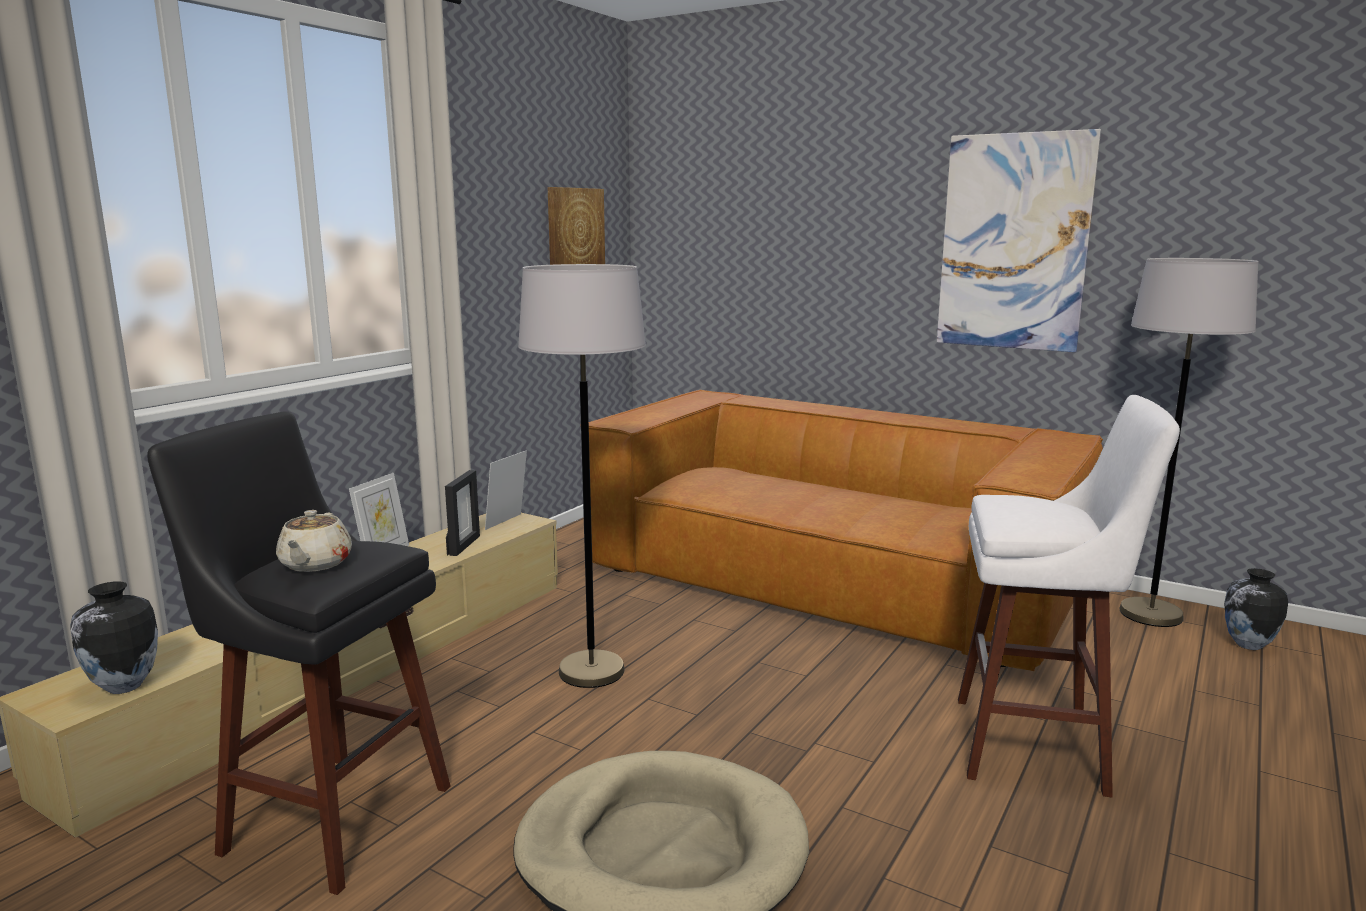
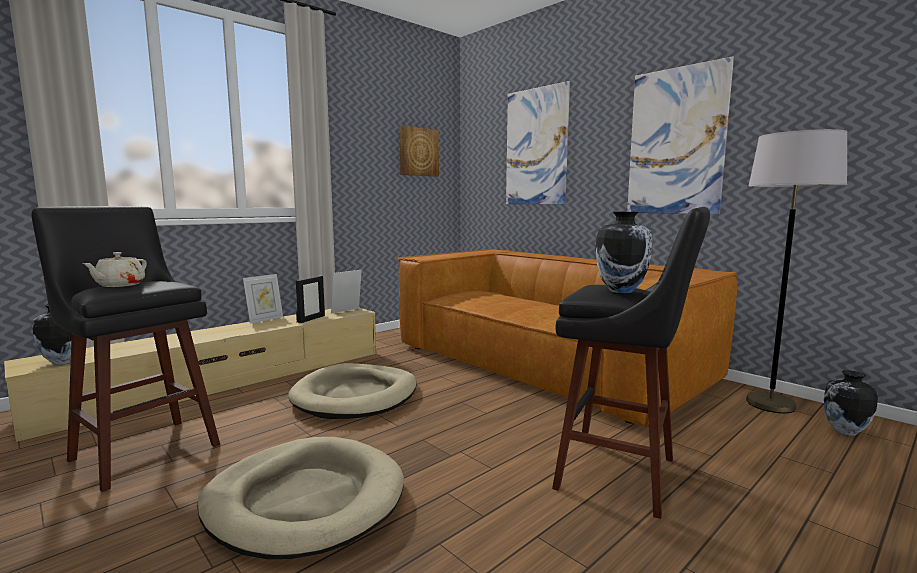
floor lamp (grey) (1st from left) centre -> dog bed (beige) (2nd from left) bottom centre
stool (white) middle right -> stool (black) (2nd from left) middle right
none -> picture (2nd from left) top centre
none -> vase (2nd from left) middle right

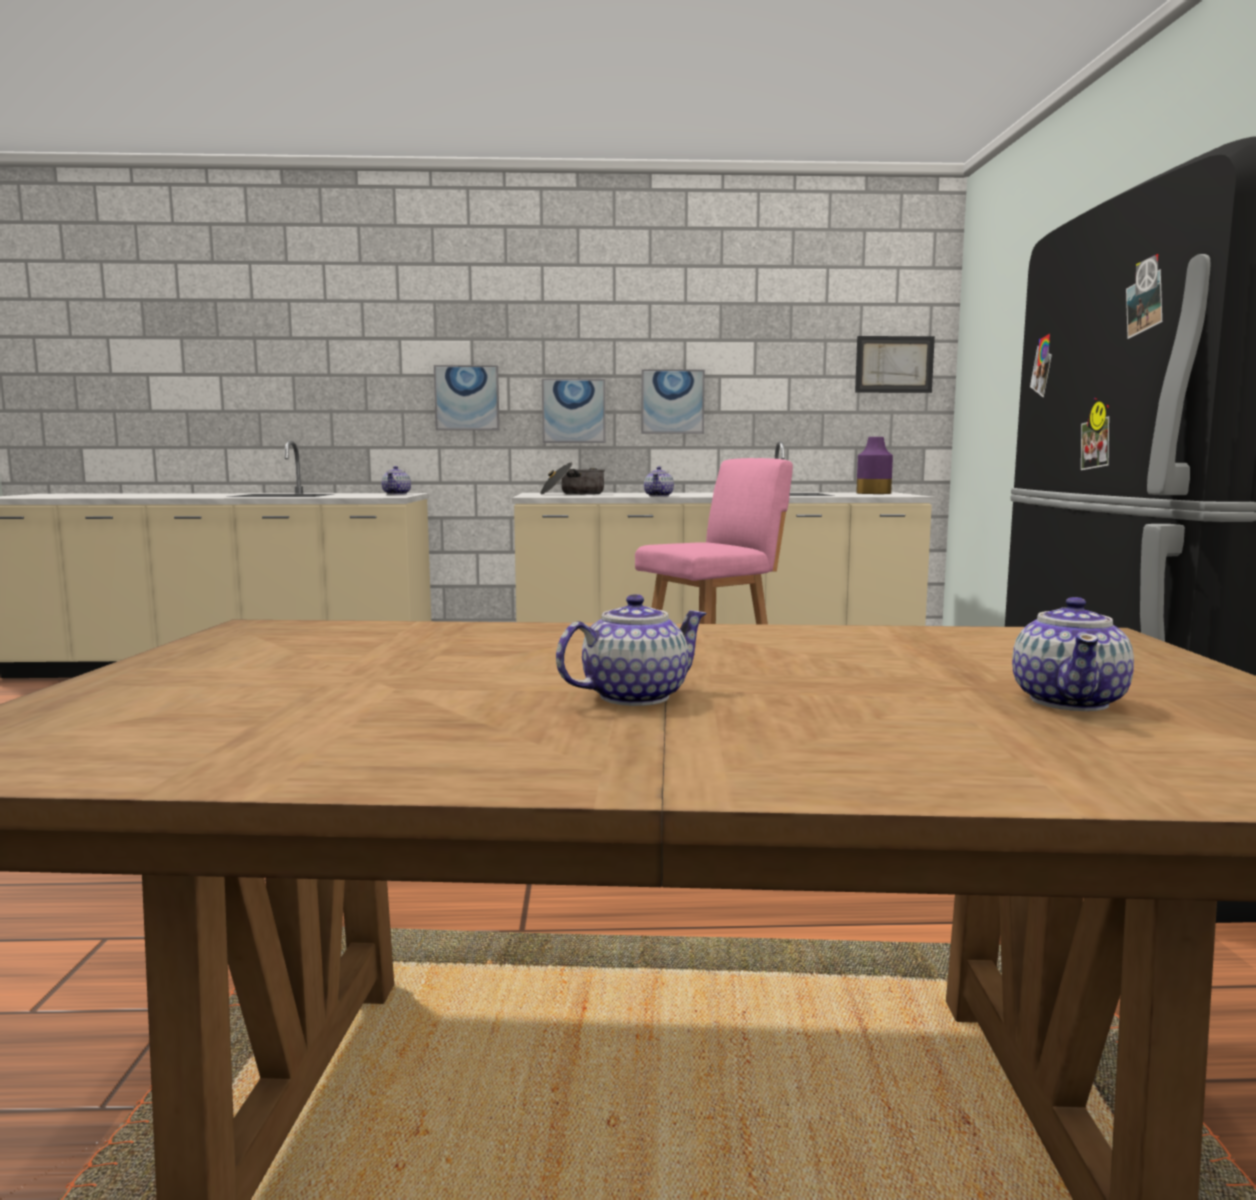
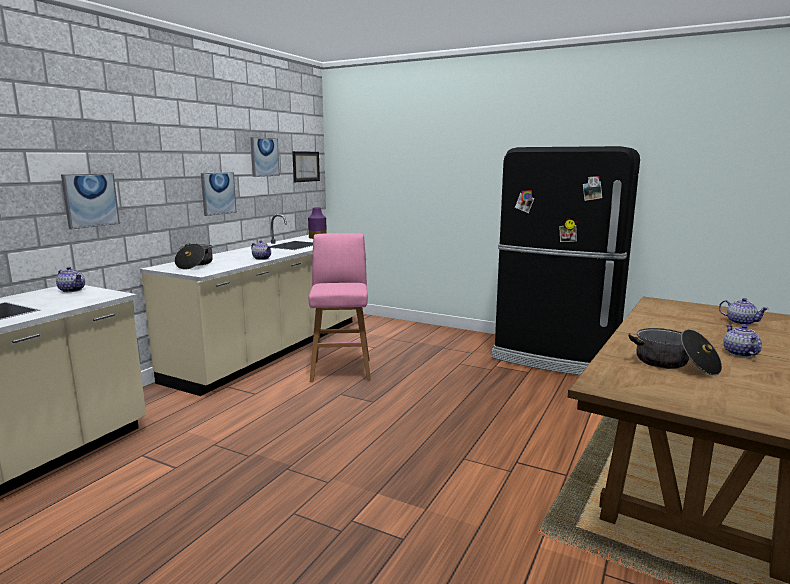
picture (2nd from left in the first image) centre -> picture (3rd from left) top centre, move
none -> cooking pot (2nd from left) middle right

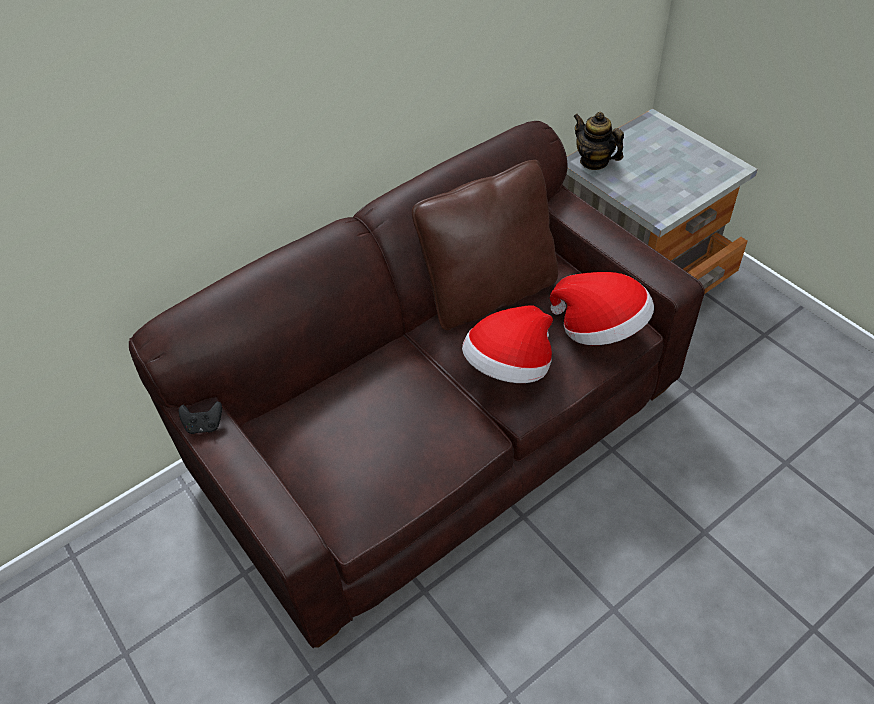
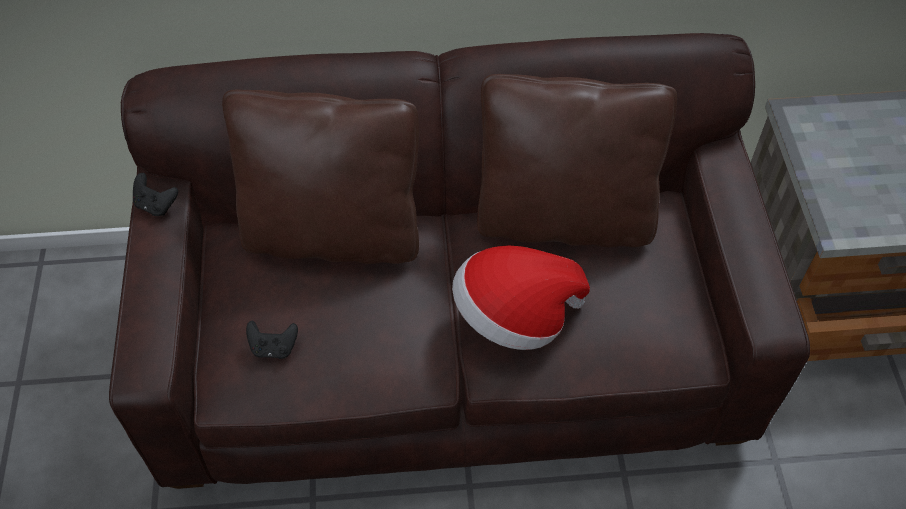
teapot top right -> none
hat (2nd from left) middle right -> none
none -> pillow (brown) (1st from left) centre
none -> game controller (black) (2nd from left) middle left

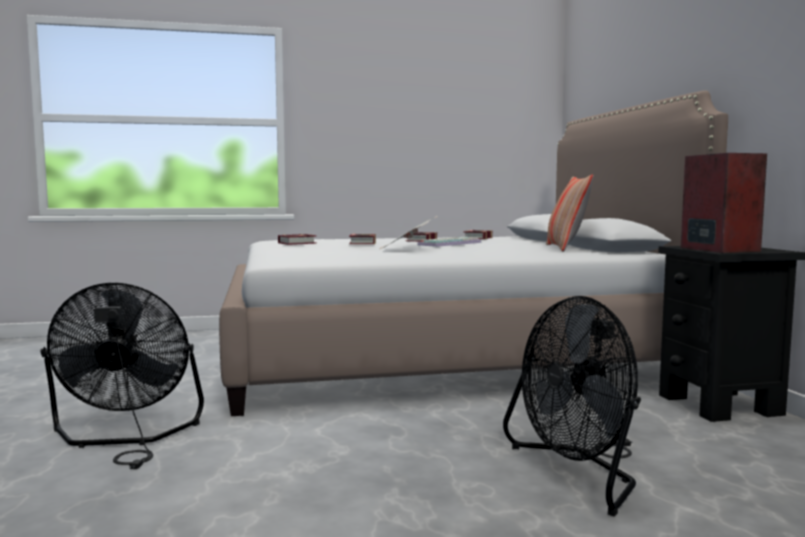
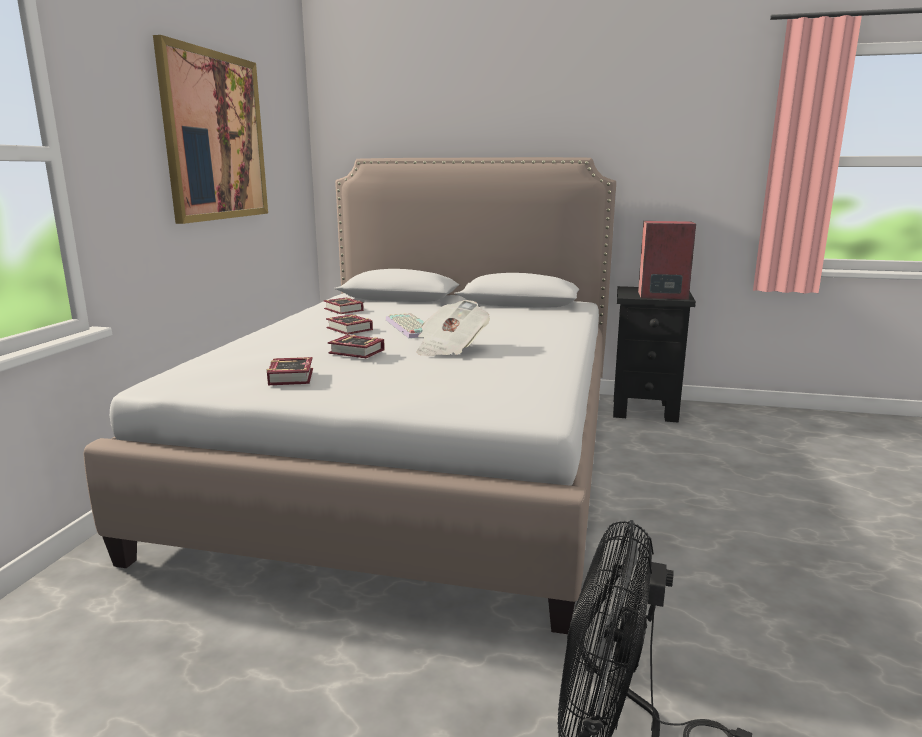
pillow middle right -> none
fan (black) (2nd from left) bottom right -> none
none -> picture top left

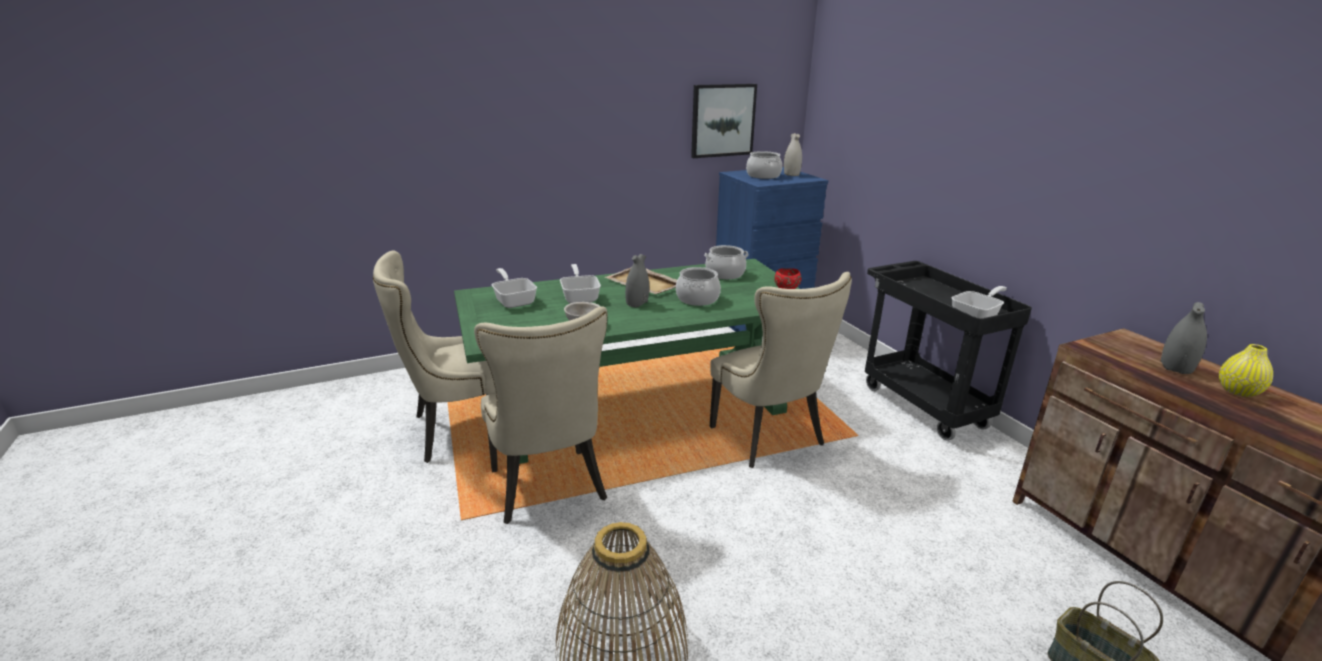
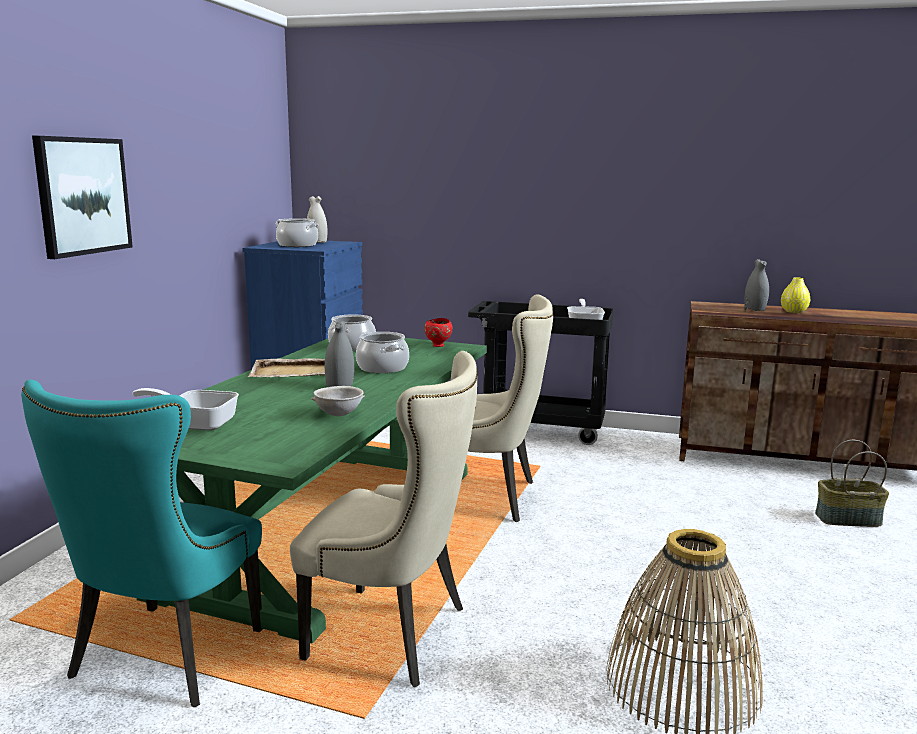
picture top centre -> picture top left, move
chair (beige) (1st from left) middle left -> chair (turquoise) bottom left
frying pan (2nd from left) centre -> none

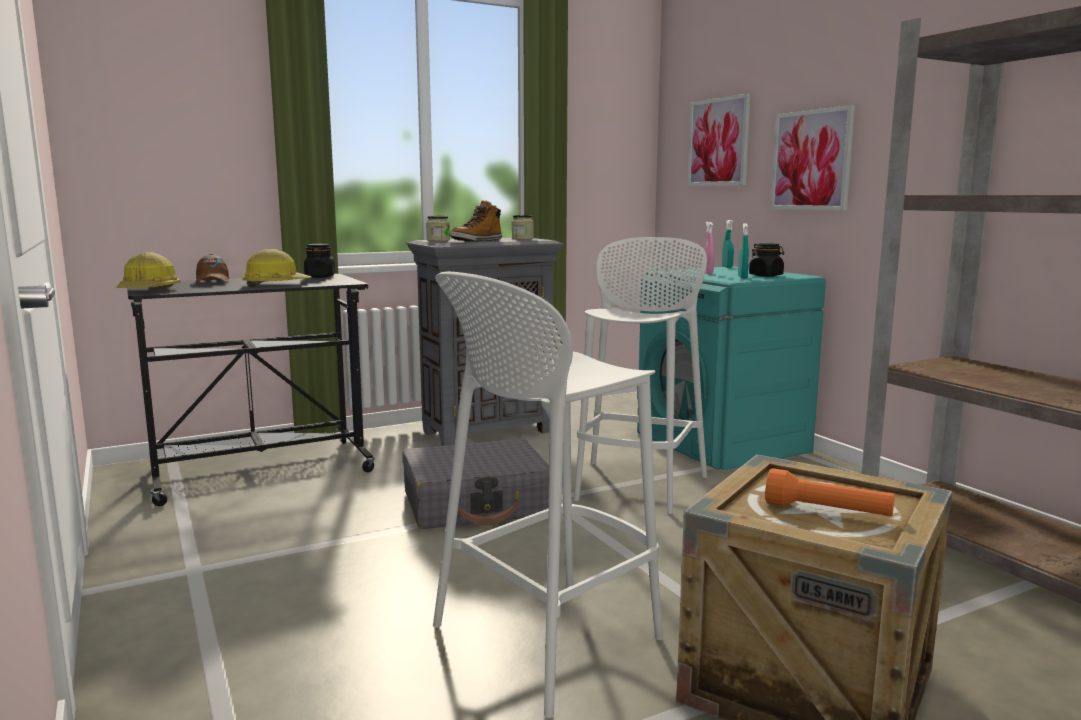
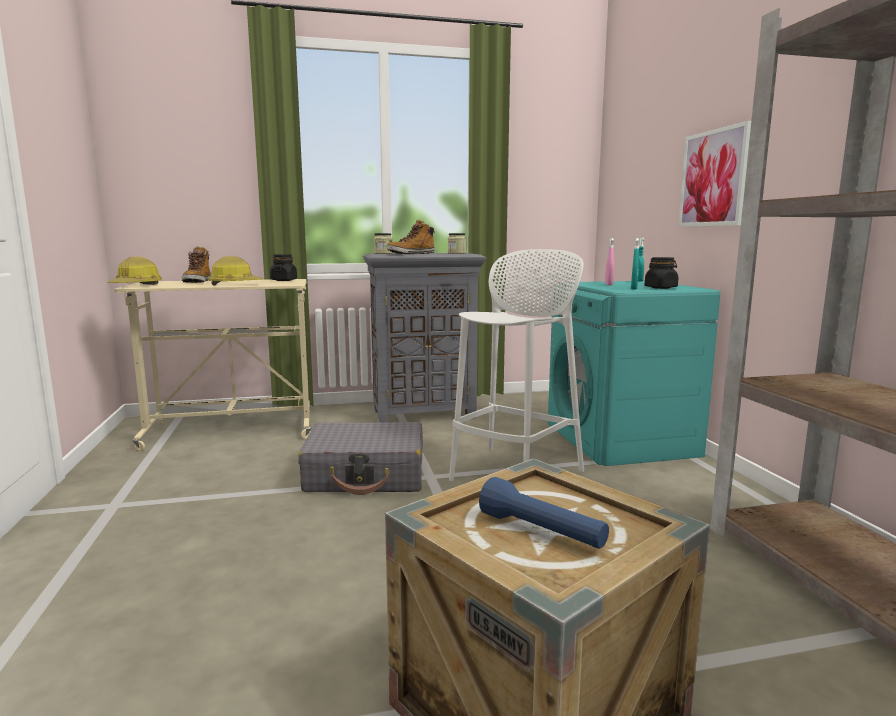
picture (1st from left) top centre -> none
cap (brown) middle left -> boot (1st from left) middle left
stool (white) (1st from left) bottom centre -> none
desk (black) middle left -> desk (beige) middle left
flashlight (orange) bottom right -> flashlight (blue) bottom centre

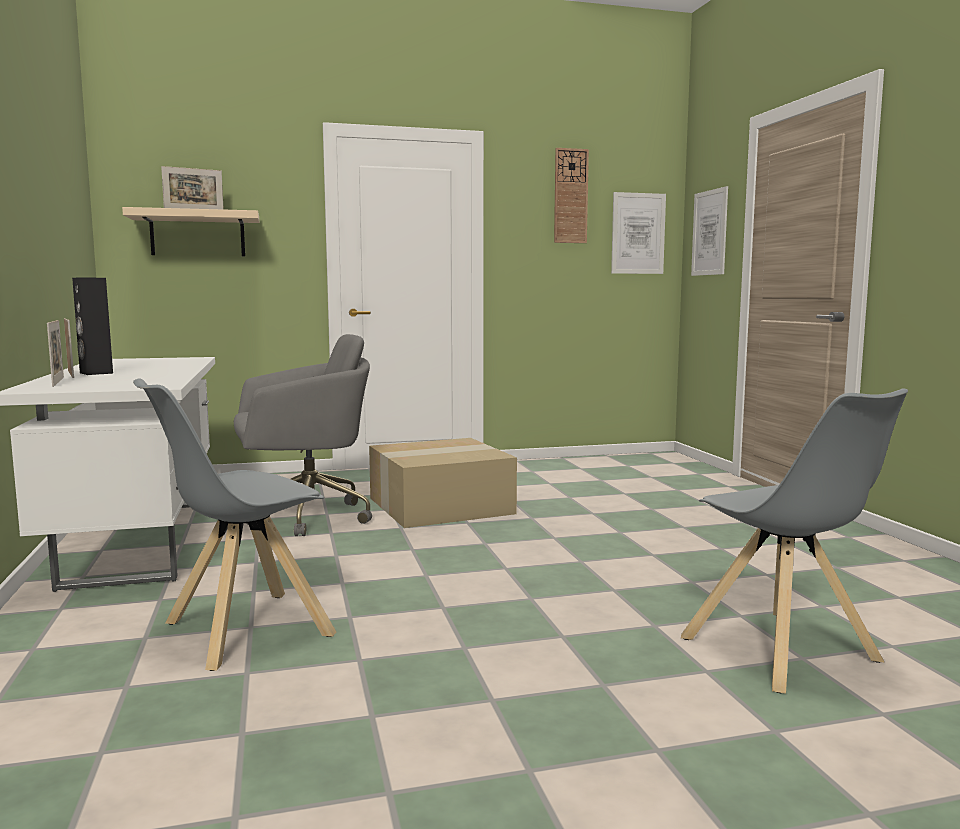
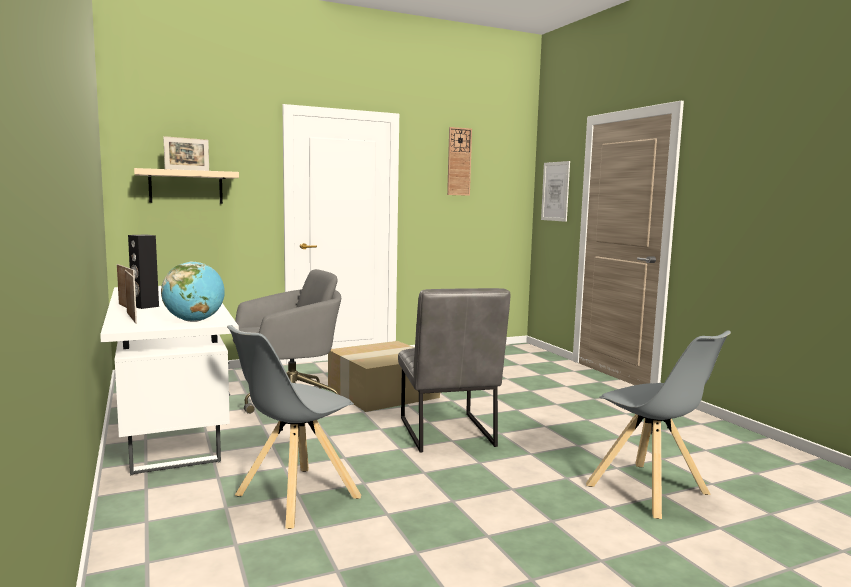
picture (1st from left) top centre -> none
none -> globe middle left
none -> chair (grey) (2nd from left) centre

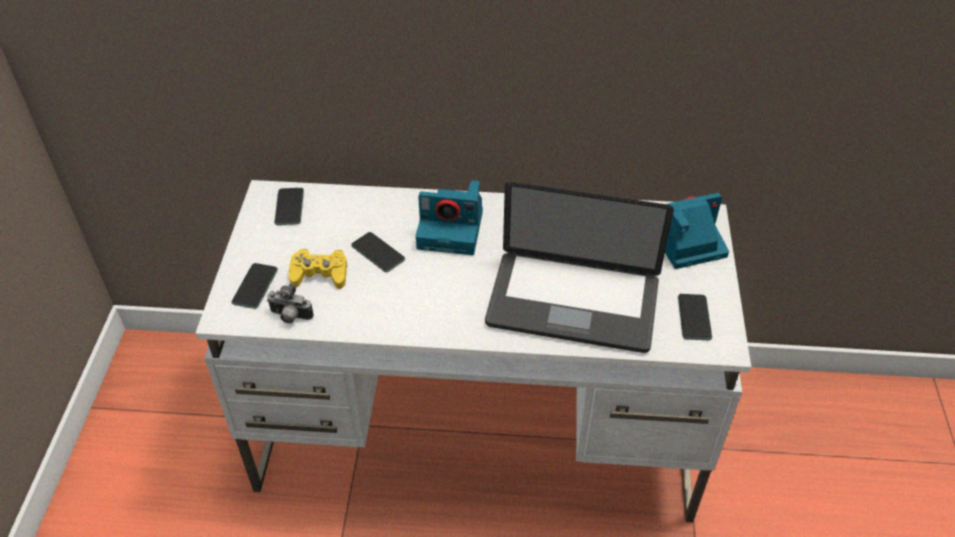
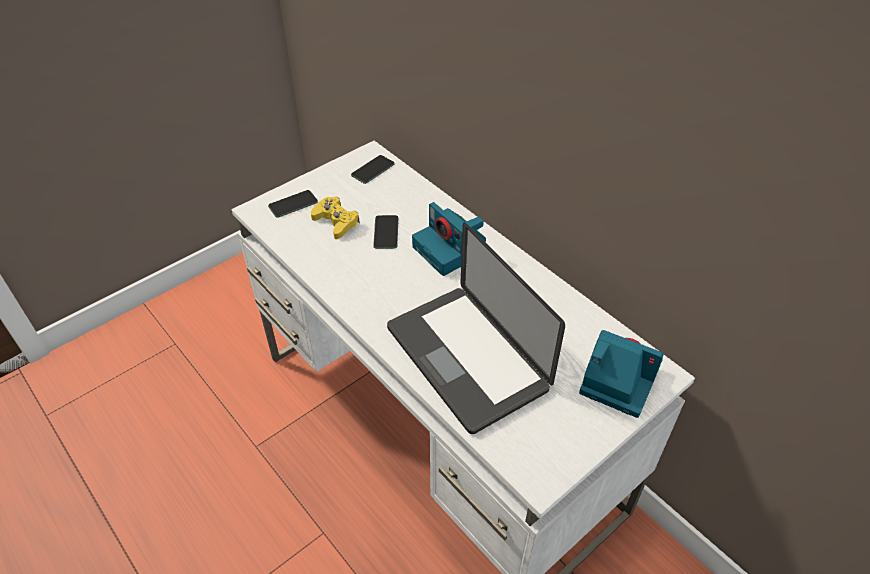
photo camera (1st from left) middle left -> none
phone (4th from left) middle right -> none

